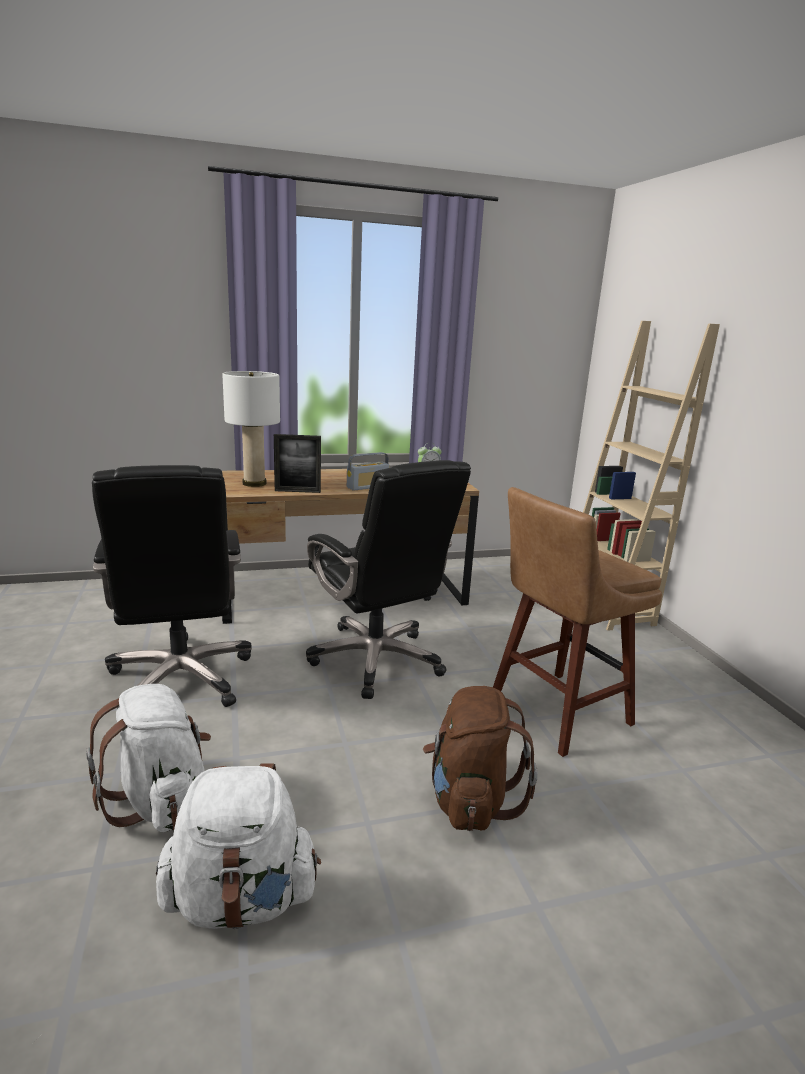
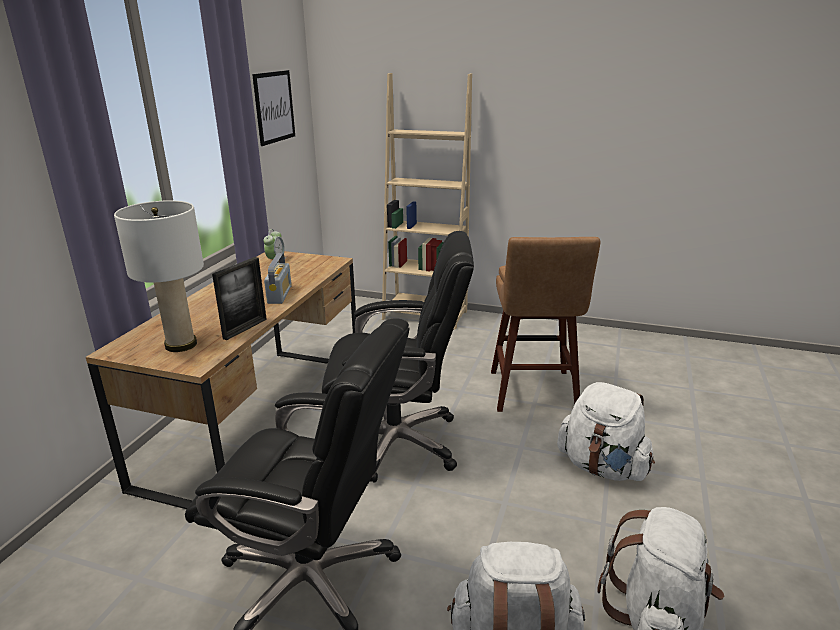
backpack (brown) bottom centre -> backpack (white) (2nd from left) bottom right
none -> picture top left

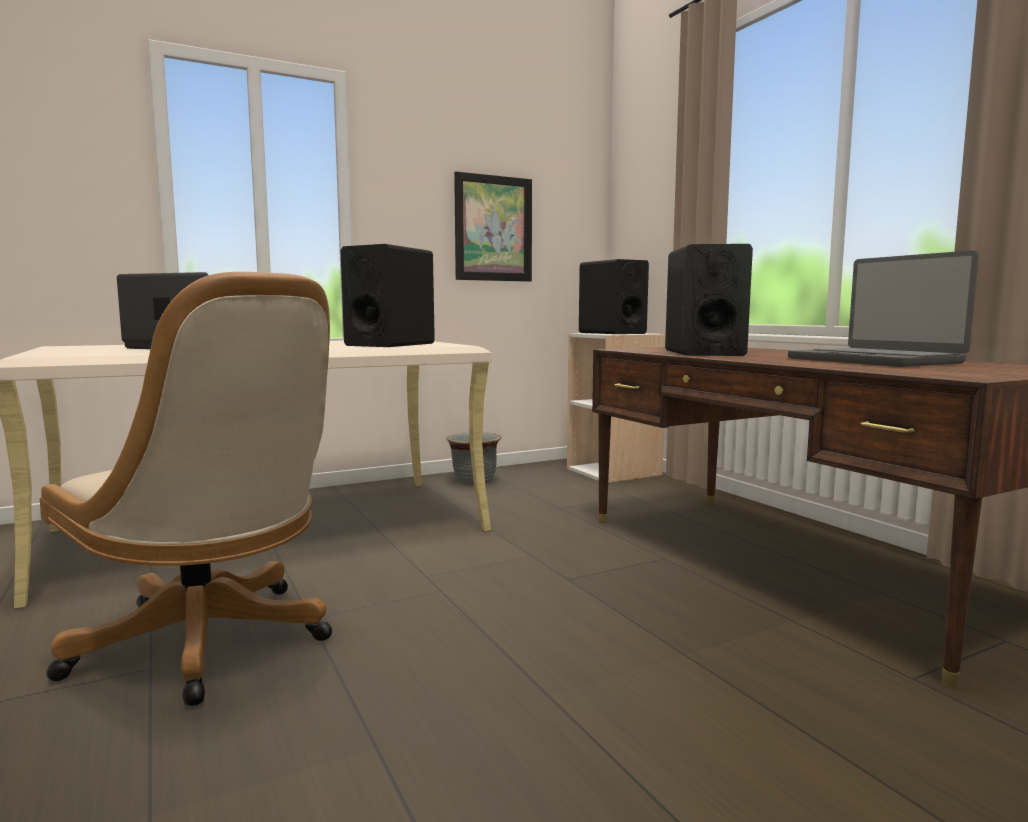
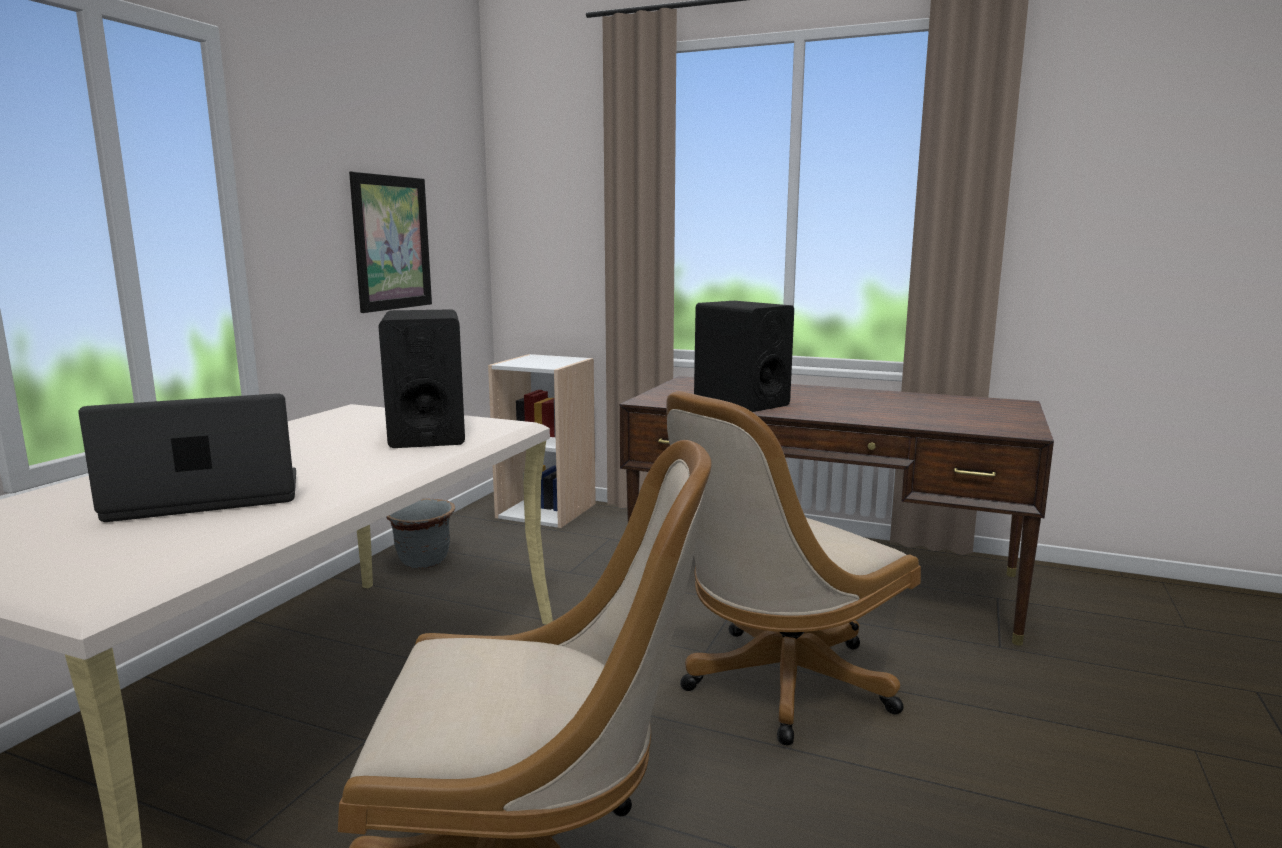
laptop (2nd from left) middle right -> none
speaker (black) (2nd from left) centre -> none
none -> office chair (2nd from left) bottom centre

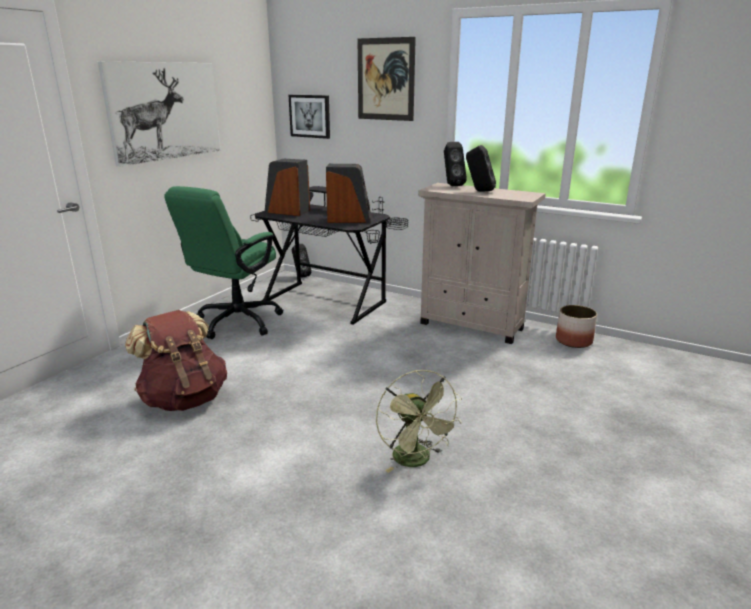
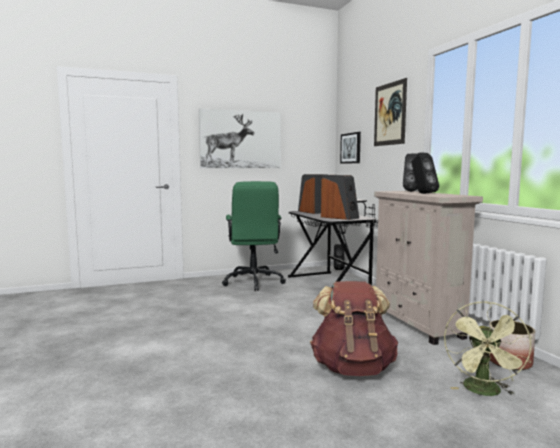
office chair (green) middle left -> office chair (green) centre, 75 degrees counterclockwise
backpack (brown) middle left -> backpack (brown) bottom centre, move
fan (green) bottom centre -> fan (green) bottom right, move

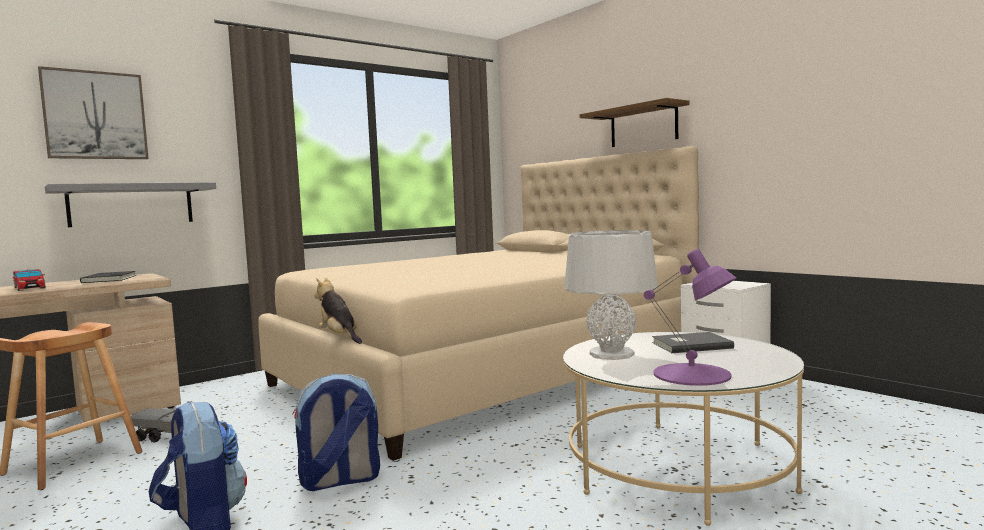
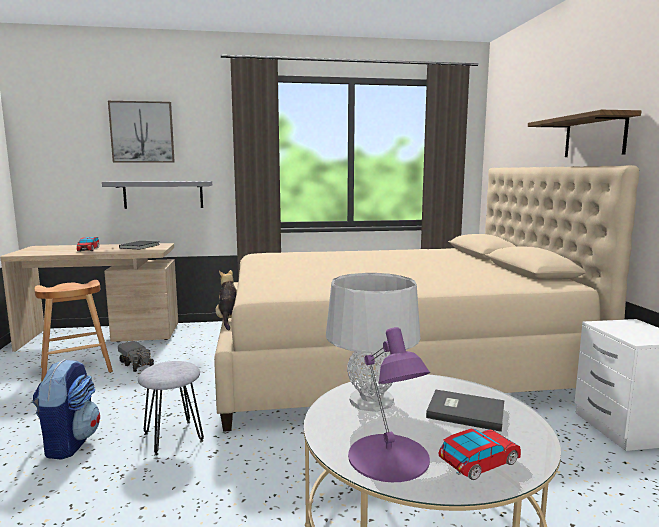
backpack (2nd from left) bottom centre -> stool (grey) bottom left
none -> toy car (2nd from left) bottom right

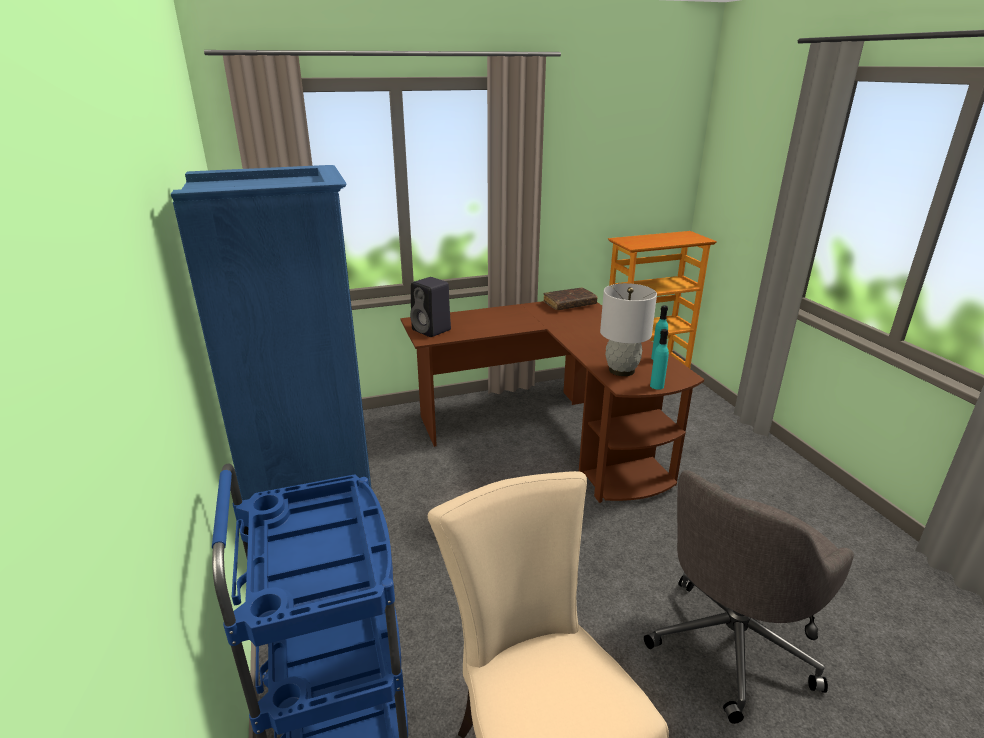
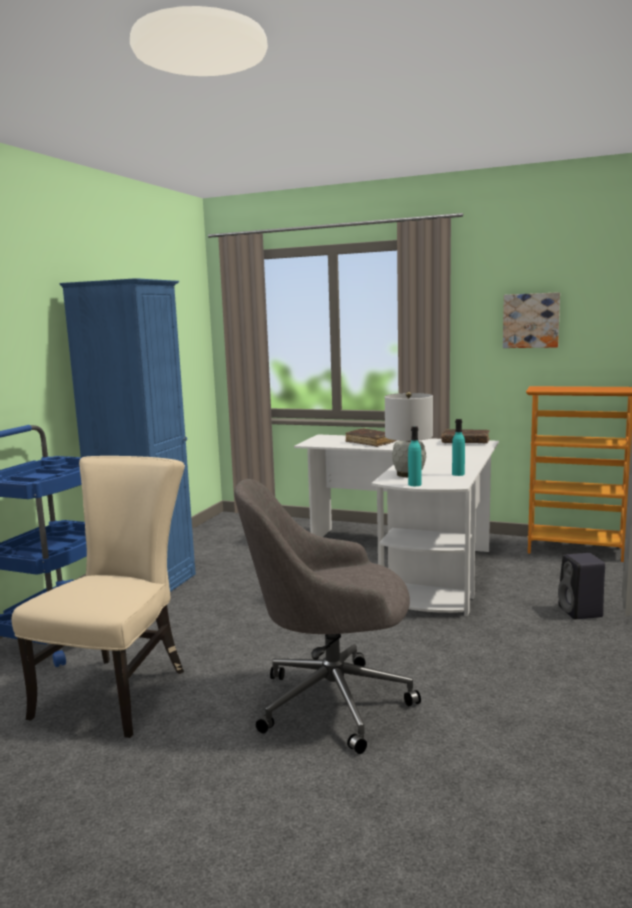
speaker (black) centre -> speaker (black) middle right, move
desk (brown) centre -> desk (white) centre
none -> picture middle right
none -> book (brown) (1st from left) centre

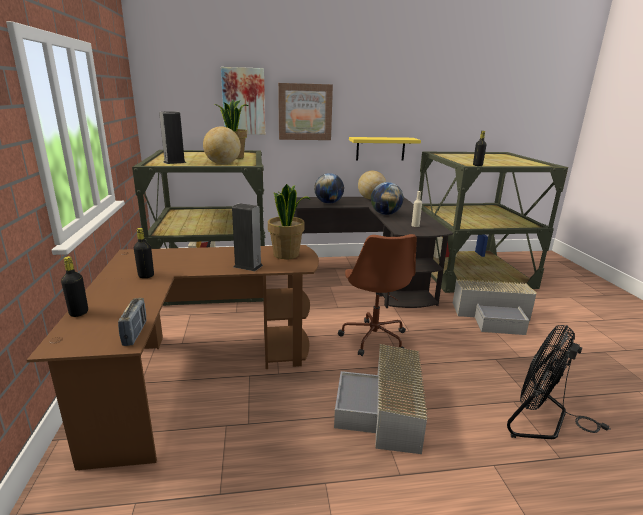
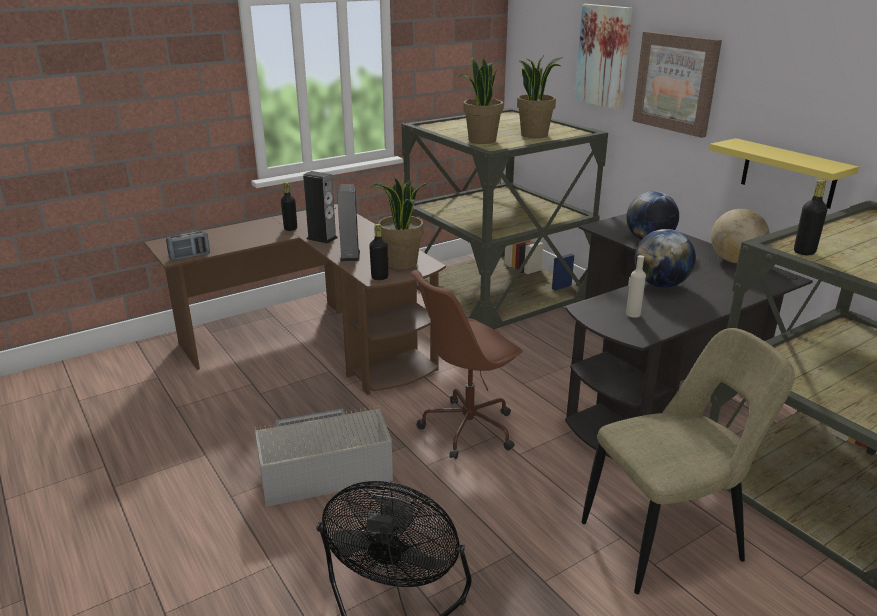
speaker (1st from left) top left -> speaker (1st from left) centre, move
globe (1st from left) top centre -> potted plant (2nd from left) top centre
bottle (black) (1st from left in the first image) middle left -> bottle (black) (2nd from left) centre, move
storage box (grey) (2nd from left) middle right -> chair (beige) bottom right

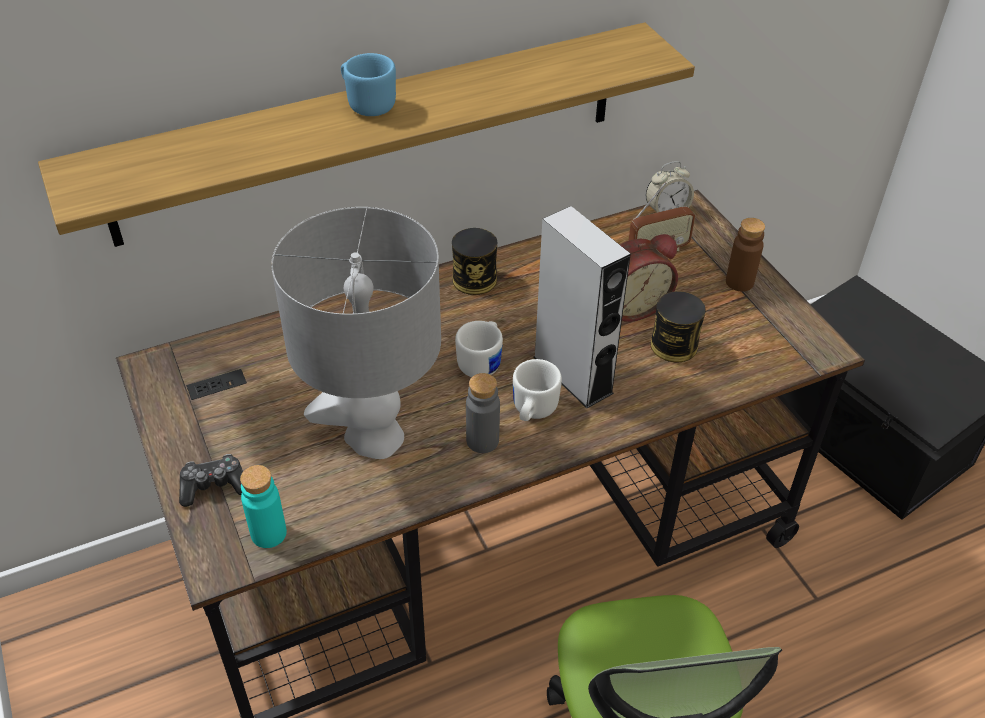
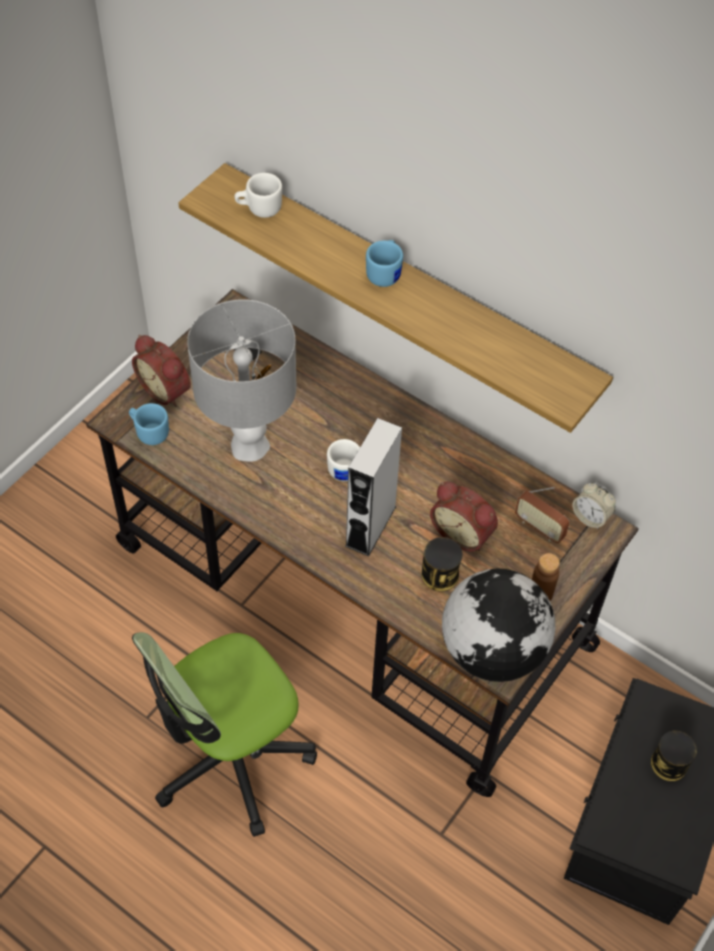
can (1st from left in the first image) centre -> can (2nd from left) bottom right, move
mug (white) (2nd from left in the first image) centre -> mug (white) (1st from left) top centre, move
bottle (grey) centre -> none
game controller bottom left -> alarm clock (1st from left) middle left
bottle (turquoise) bottom left -> mug (blue) (1st from left) middle left
none -> globe middle right

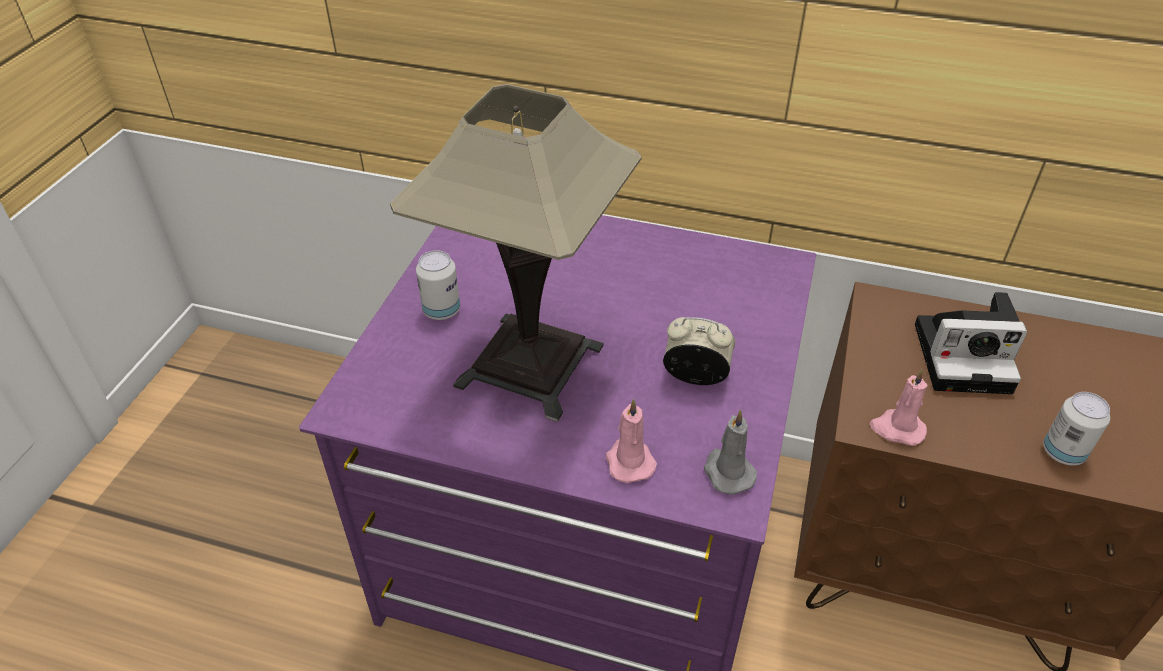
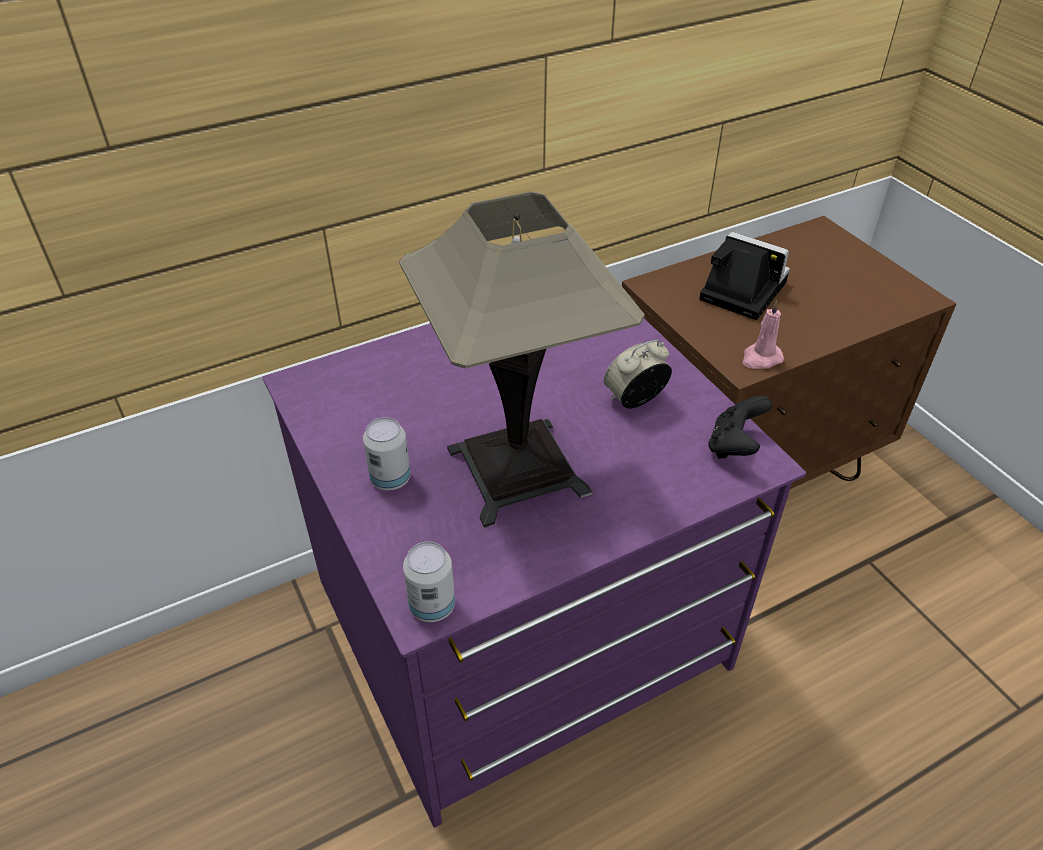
photo camera middle right -> photo camera top right, 105 degrees counterclockwise
can (2nd from left) middle right -> can (2nd from left) bottom centre, move
candle (pink) (1st from left) centre -> none
candle (grey) bottom centre -> game controller (black) middle right

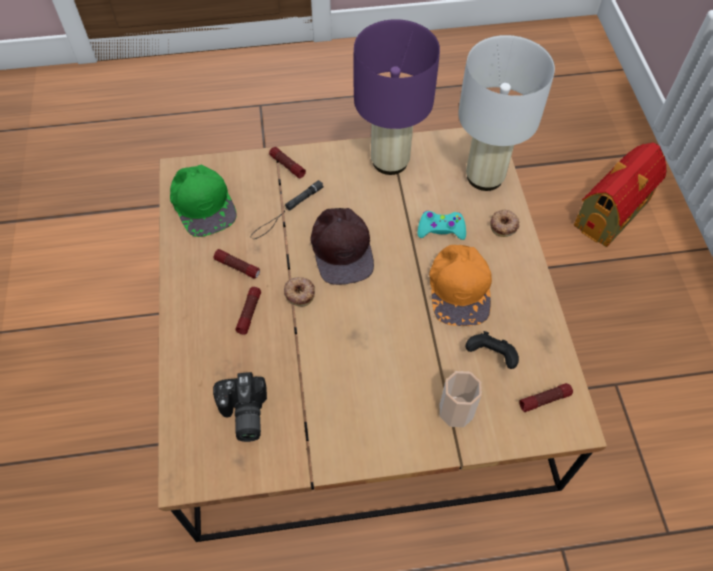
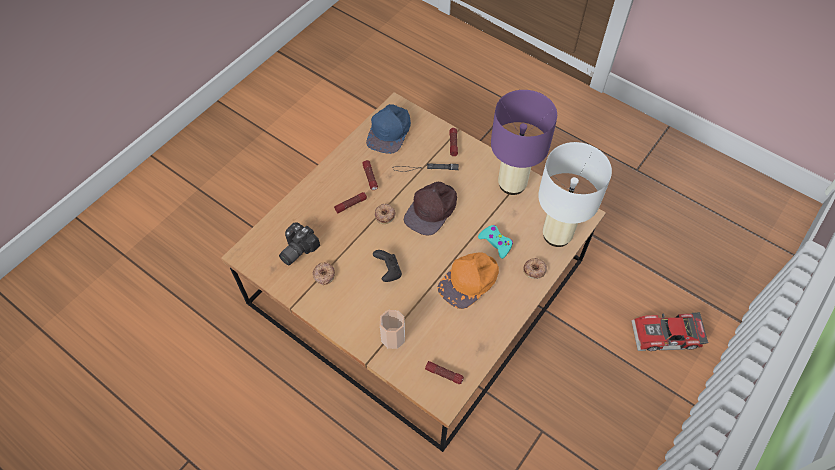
toy house middle right -> toy car bottom right
cap (green) middle left -> cap (blue) top centre
game controller (black) middle right -> game controller (black) centre, move
none -> donut (1st from left) centre

